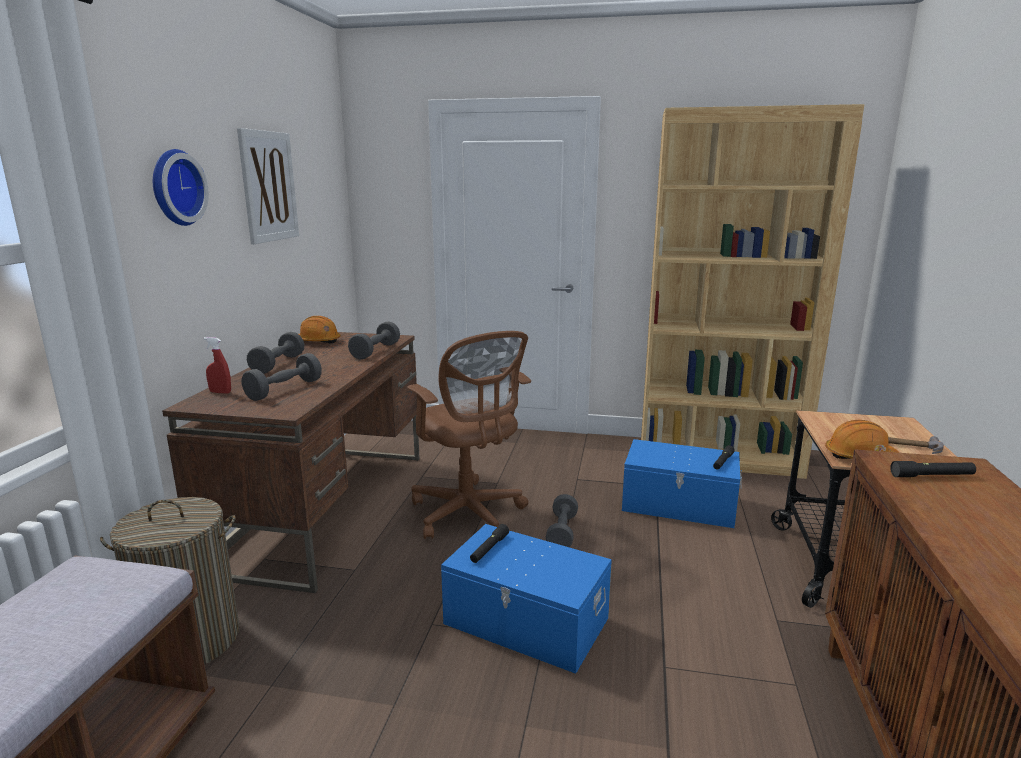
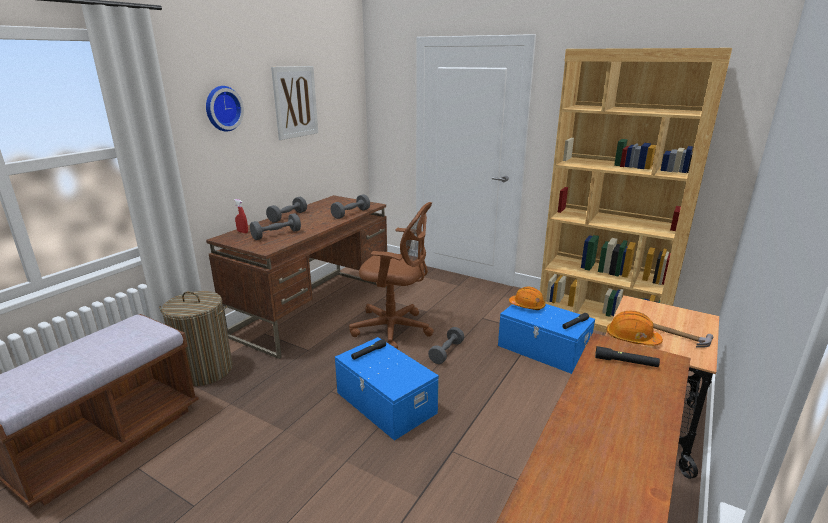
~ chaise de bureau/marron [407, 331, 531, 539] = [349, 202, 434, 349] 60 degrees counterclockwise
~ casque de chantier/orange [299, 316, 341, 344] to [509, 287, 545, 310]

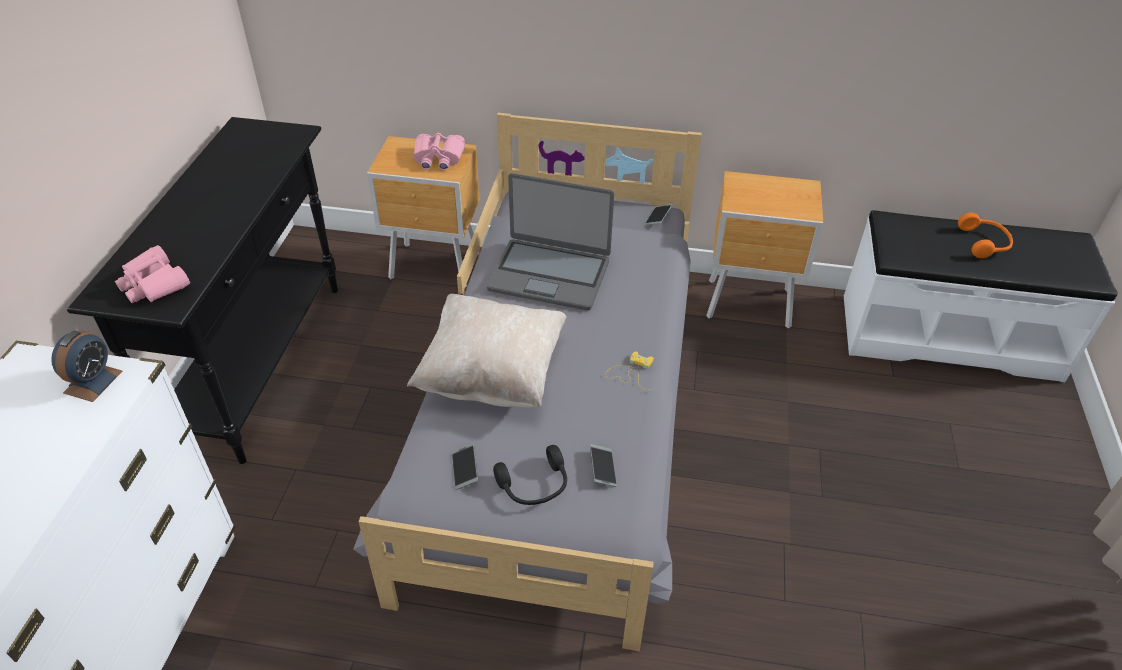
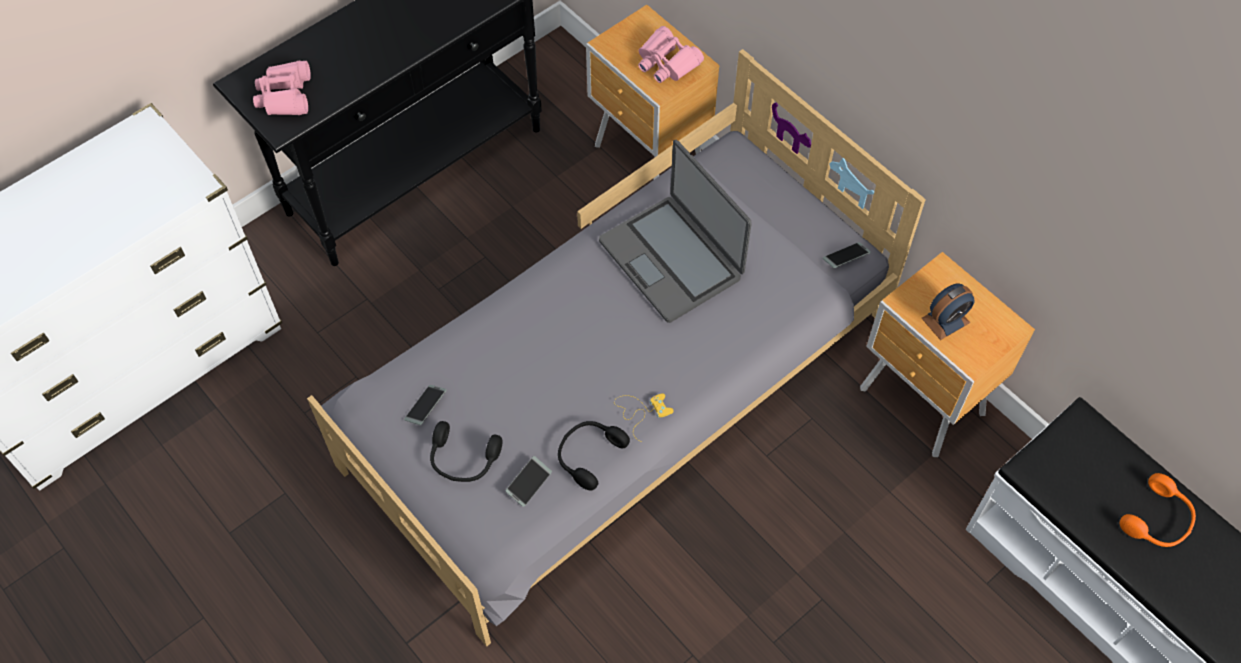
+ casque audio/noir [558, 421, 630, 491]
~ réveil [51, 330, 123, 402] to [922, 283, 975, 340]
- coussin/beige [407, 294, 567, 408]

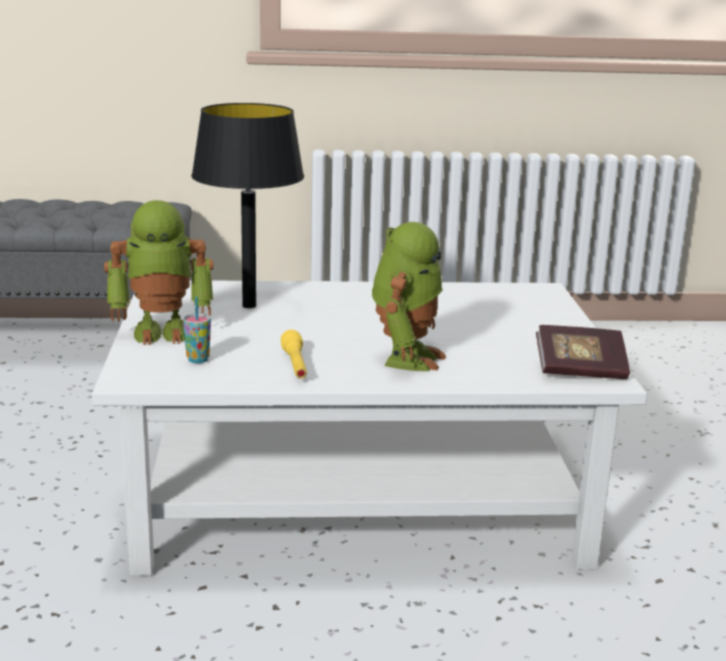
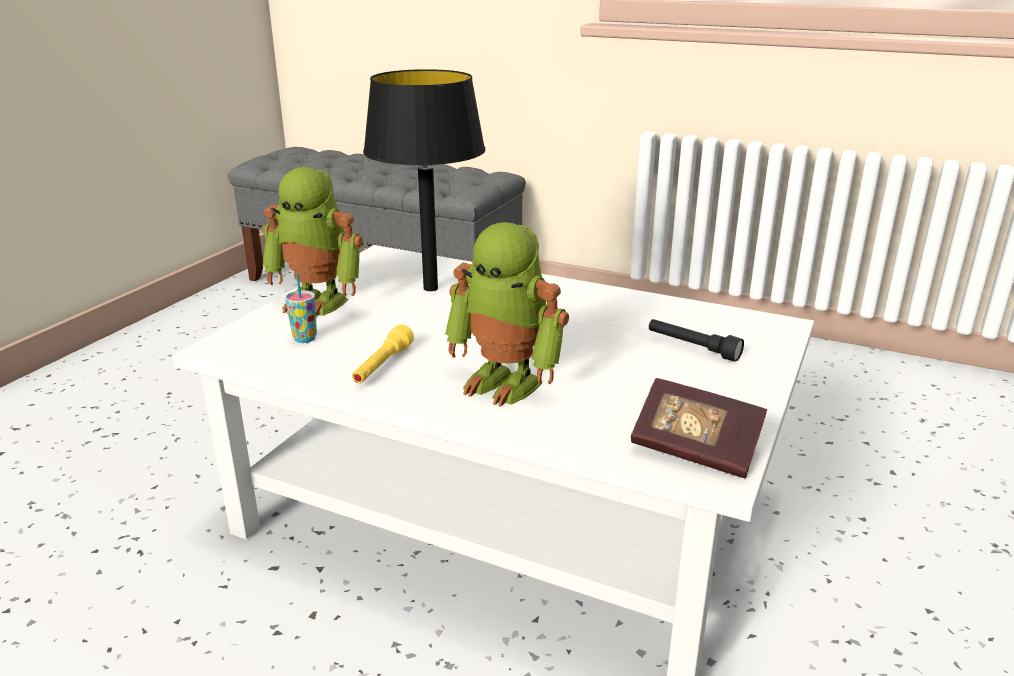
~ robot jouet [372, 222, 446, 371] = [445, 222, 569, 407] 75 degrees clockwise
+ lampe de poche/noir [649, 319, 744, 362]

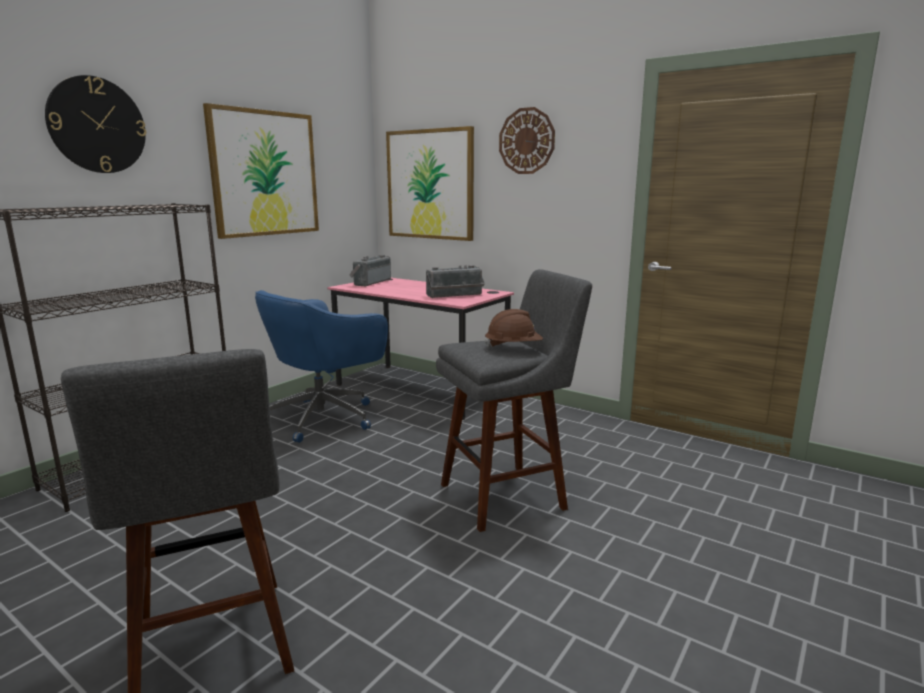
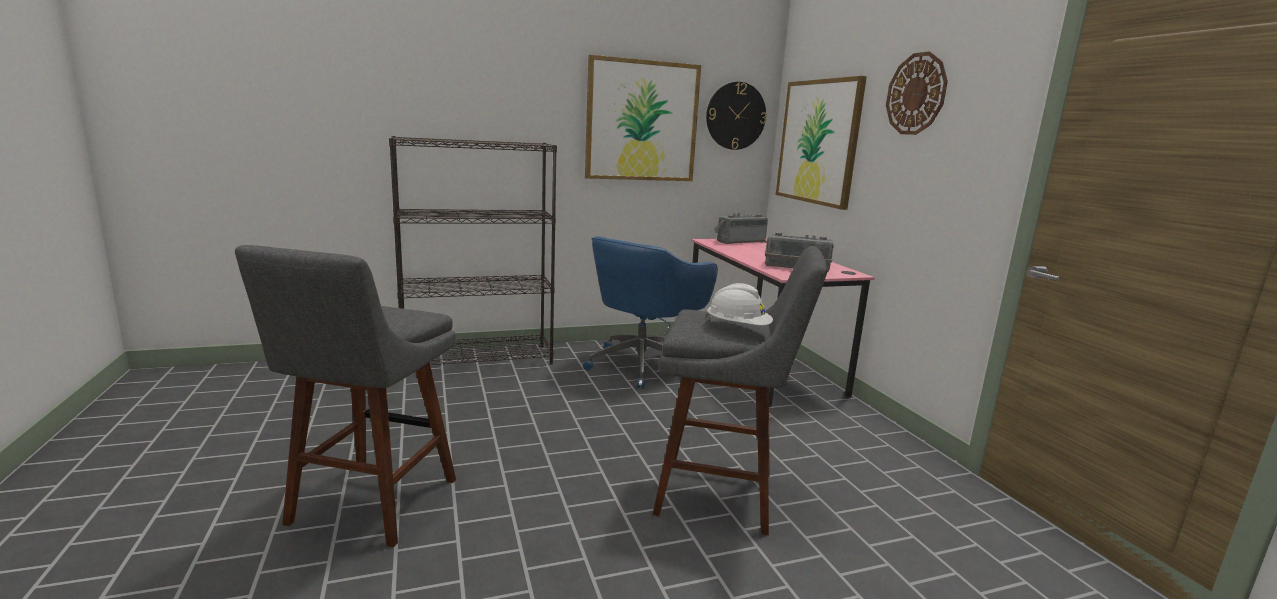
~ chaise de bureau/bleu [255, 290, 388, 443] = [583, 236, 718, 389] 45 degrees counterclockwise
~ horloge murale [45, 75, 146, 173] to [706, 82, 767, 150]
~ casque de chantier/marron [484, 309, 543, 349] to casque de chantier/blanc [706, 283, 773, 326]

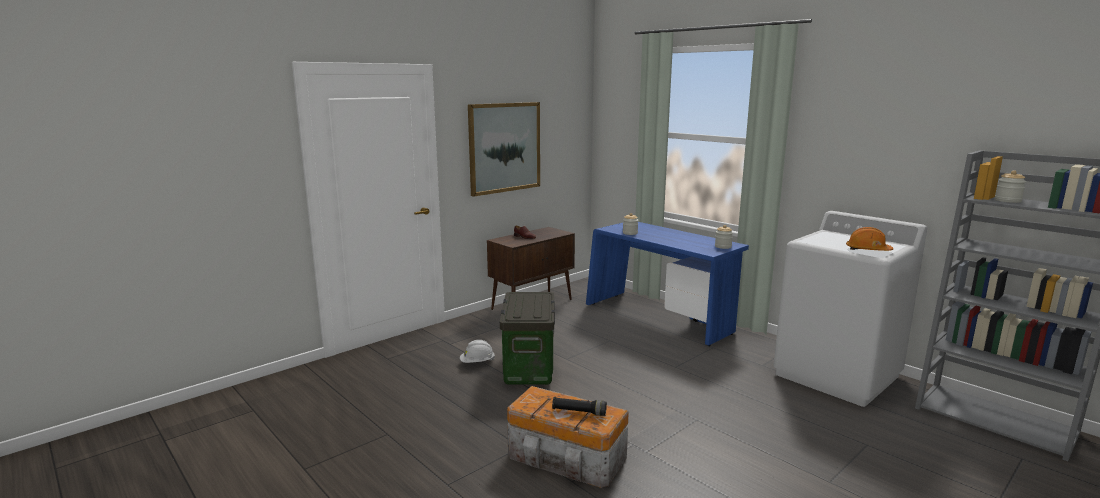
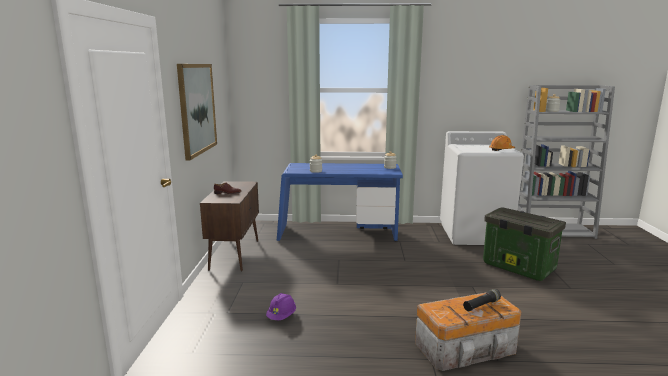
~ casque de chantier/blanc [460, 340, 495, 363] to casque de chantier/violet [266, 293, 296, 320]
~ boîte de rangement [500, 292, 555, 385] to [483, 207, 566, 281]

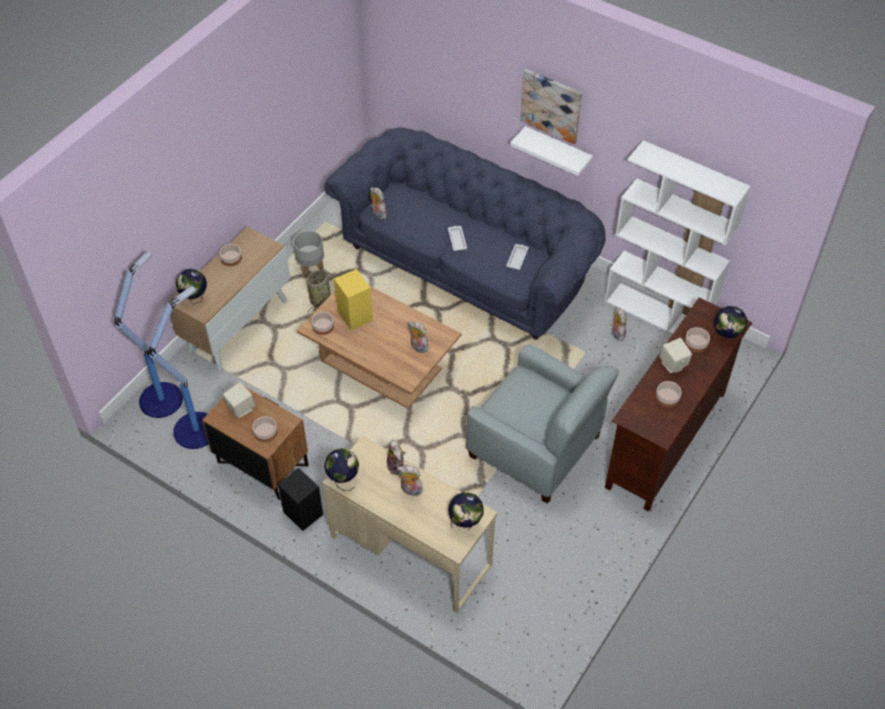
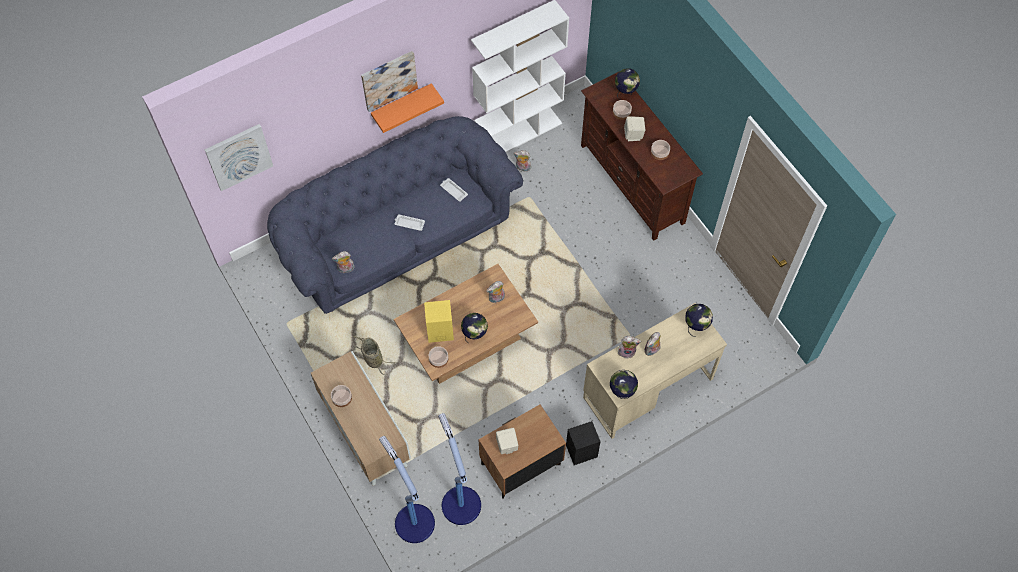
+ tableau [205, 124, 273, 191]
~ étagère/blanc [510, 126, 593, 176] to étagère/orange [371, 83, 444, 133]
~ globe [176, 269, 207, 304] to [461, 313, 488, 344]
- bol [252, 416, 277, 442]
- cache-pot/gris [293, 230, 324, 277]
- fauteuil/gris [466, 345, 619, 504]

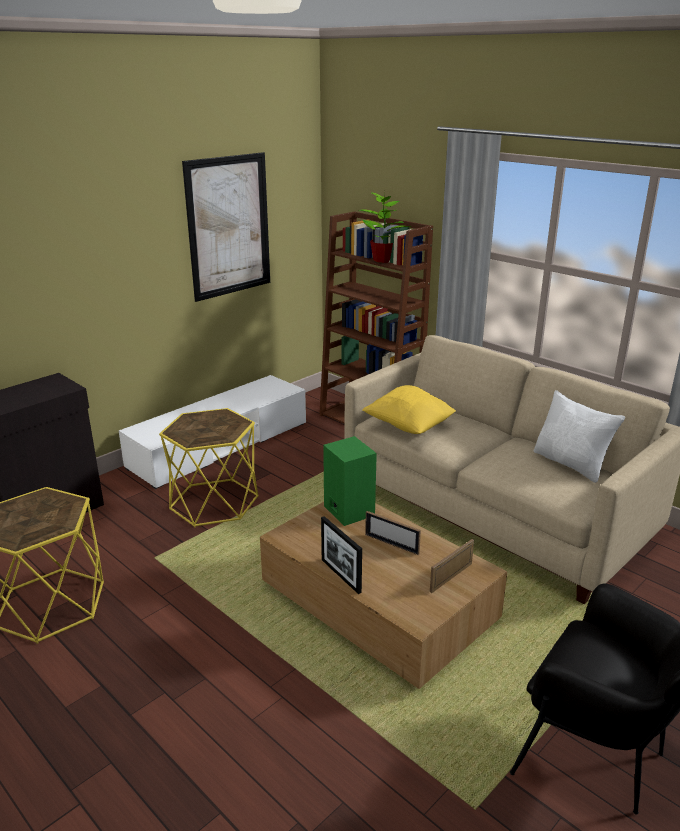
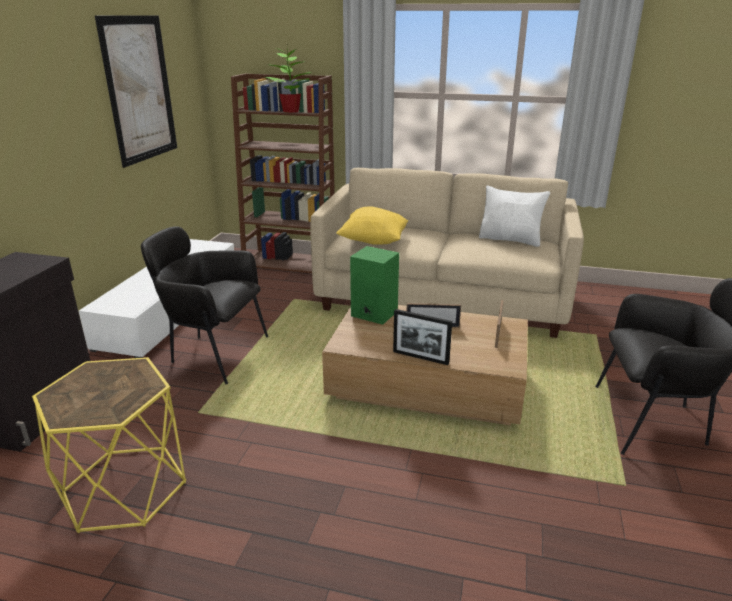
~ table d'appoint/jaune [159, 408, 258, 528] to fauteuil/noir [141, 226, 269, 384]

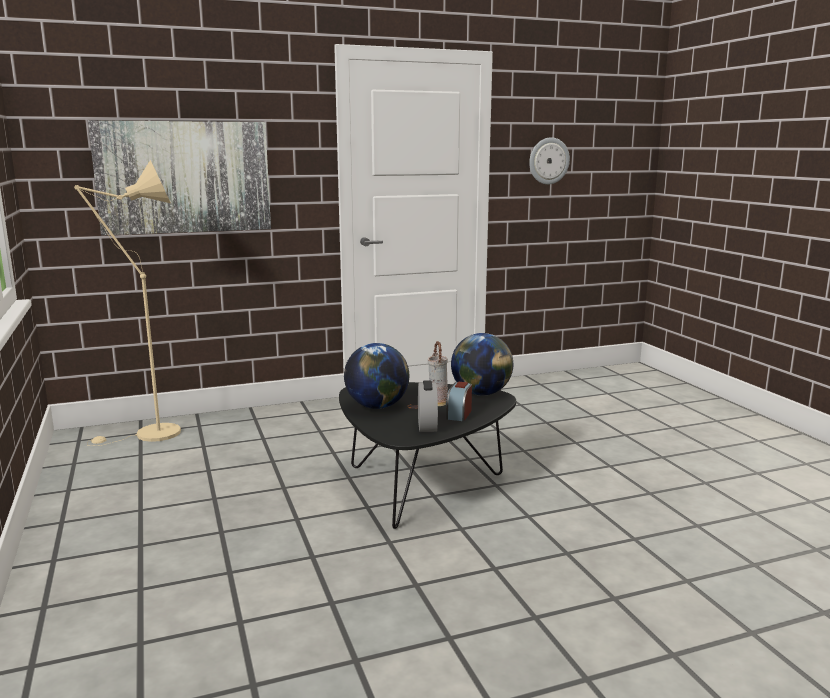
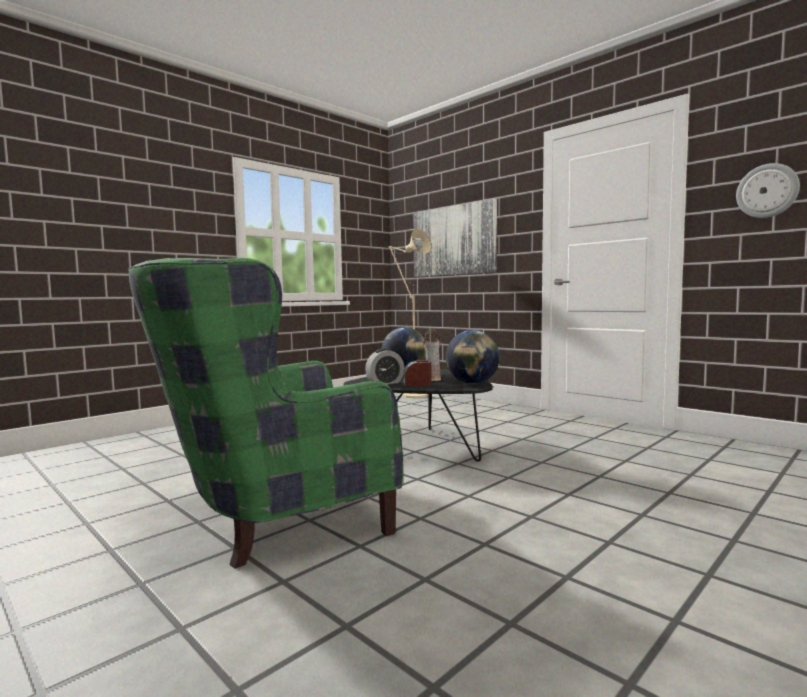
+ fauteuil/vert [128, 258, 403, 569]

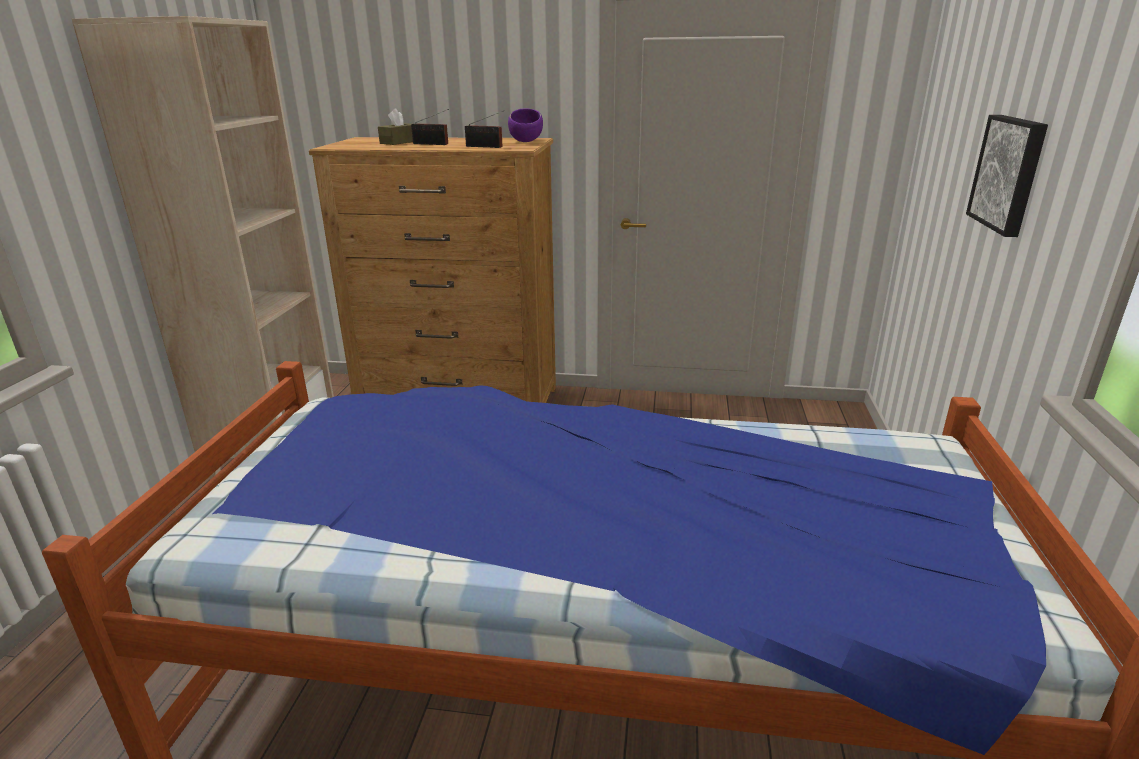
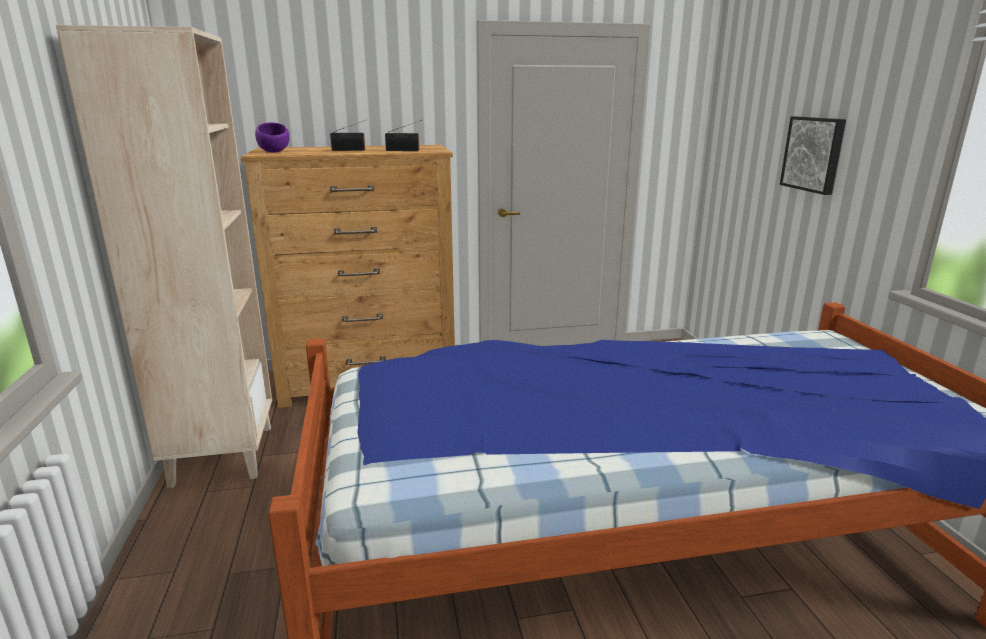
~ bol/violet [508, 108, 543, 142] to [255, 122, 289, 153]
- boîte à mouchoirs/marron [378, 108, 413, 145]

